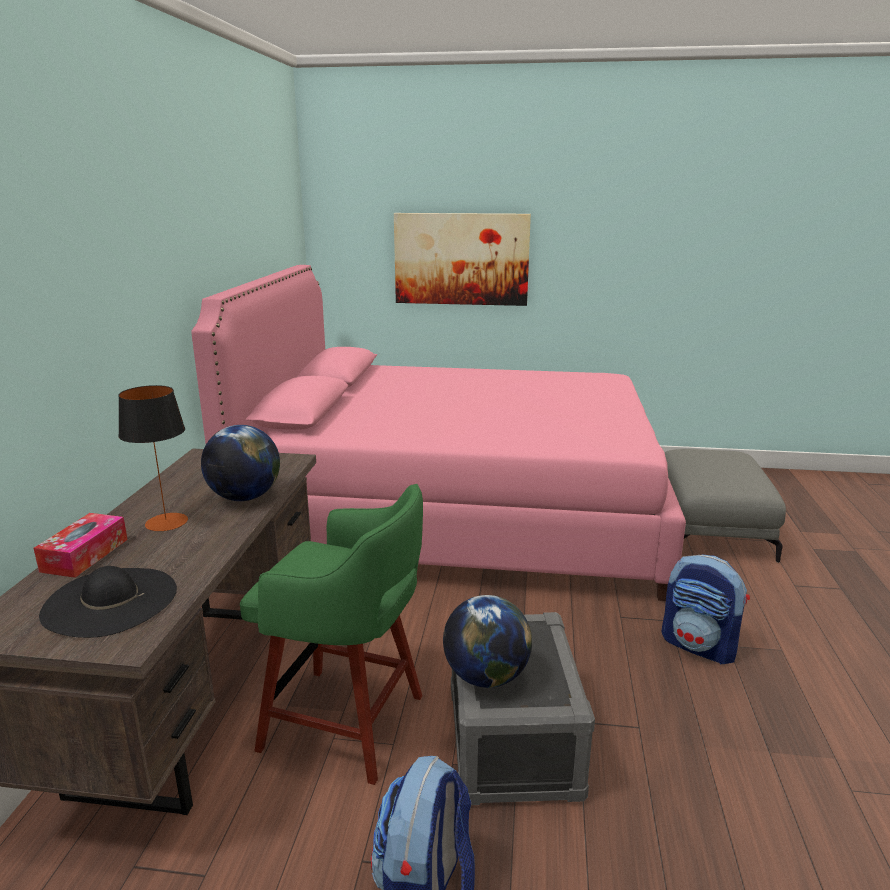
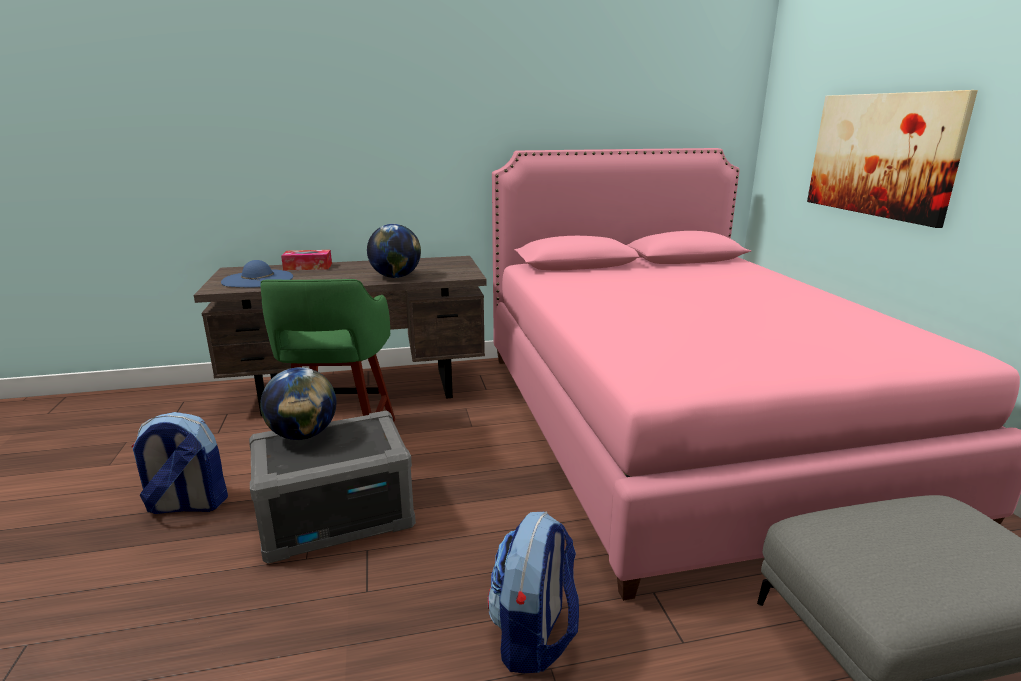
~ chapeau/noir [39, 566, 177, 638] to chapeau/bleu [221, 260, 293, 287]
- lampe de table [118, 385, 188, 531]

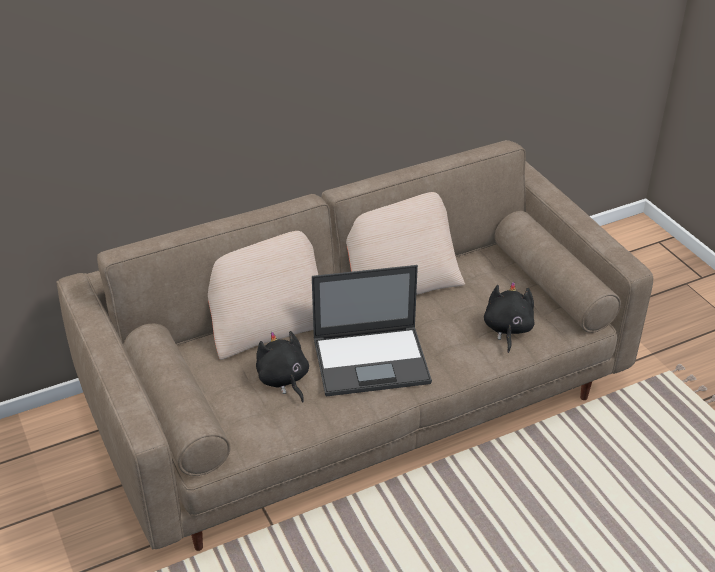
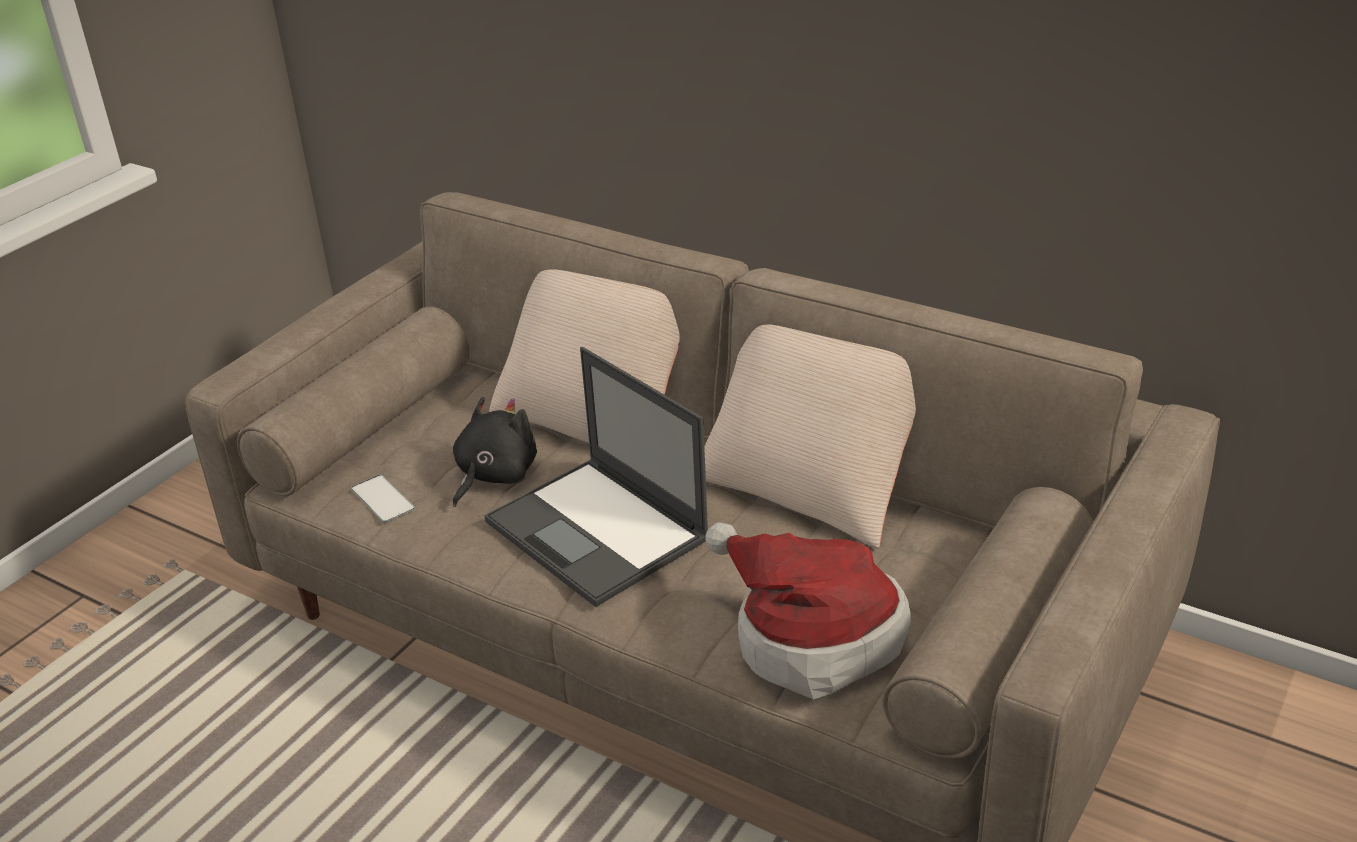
+ téléphone [351, 475, 415, 522]
~ peluche/noir [484, 282, 535, 353] to chapeau [705, 522, 911, 700]

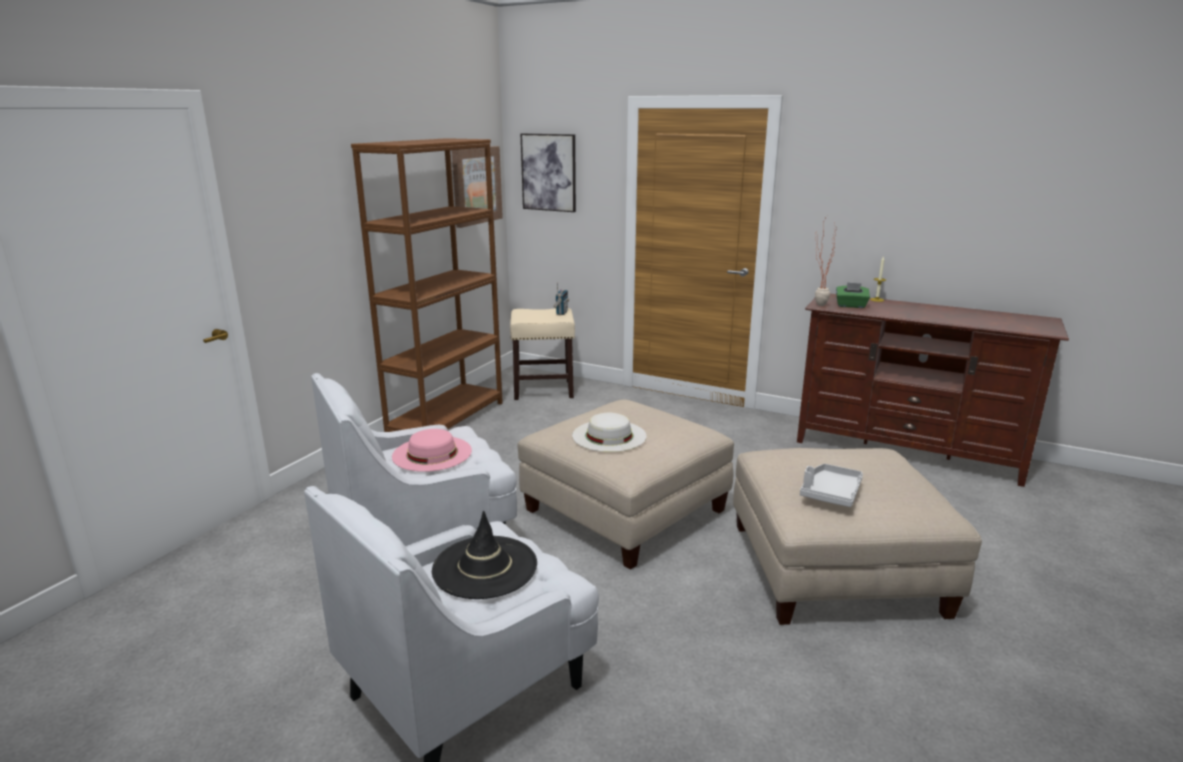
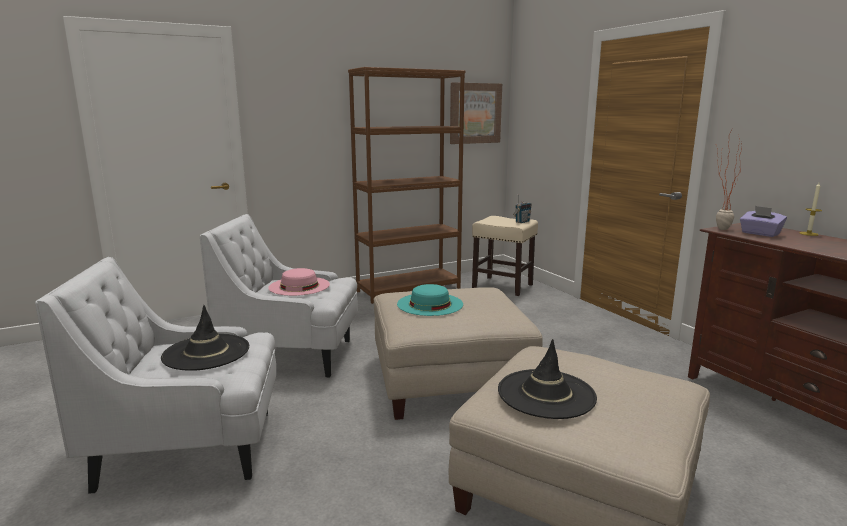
~ chapeau/blanc [572, 413, 646, 452] to chapeau/turquoise [397, 284, 463, 316]
~ plateau/gris [800, 464, 863, 507] to chapeau/noir [498, 339, 597, 419]
~ boîte à mouchoirs/vert [836, 282, 870, 308] to boîte à mouchoirs/violet [740, 206, 787, 237]
- tableau [521, 134, 576, 212]

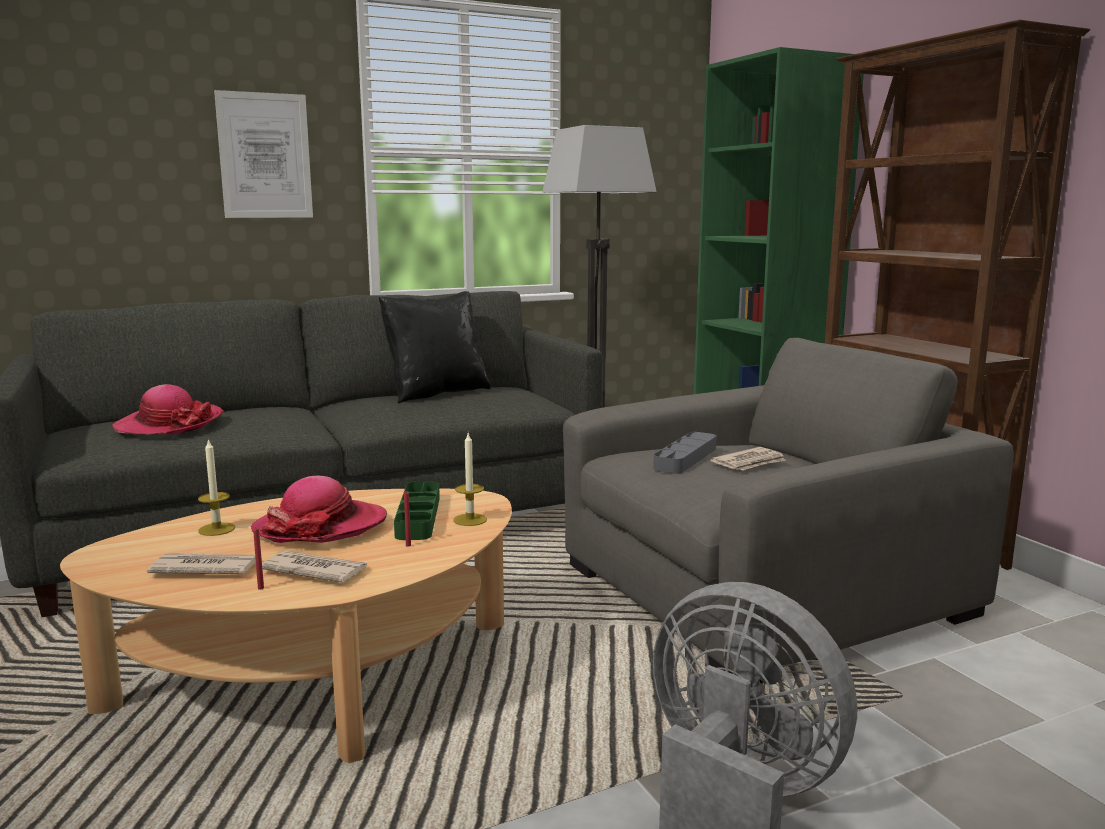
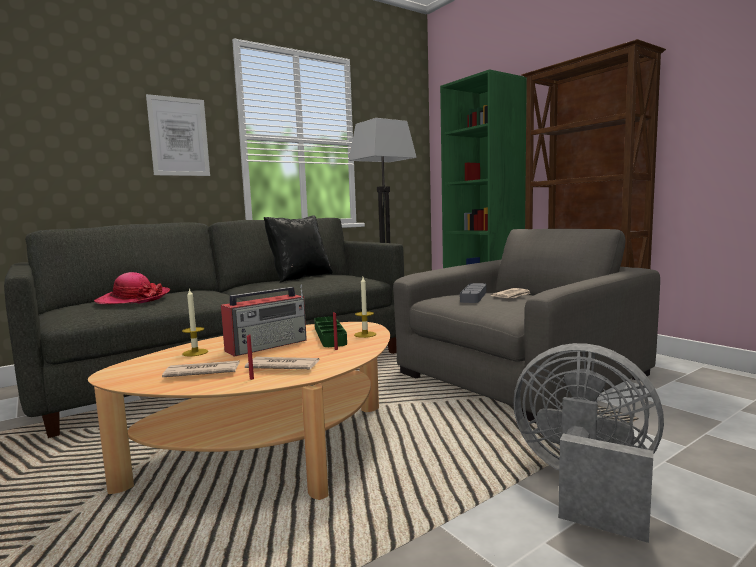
~ chapeau [250, 476, 387, 543] to radio [221, 285, 307, 357]

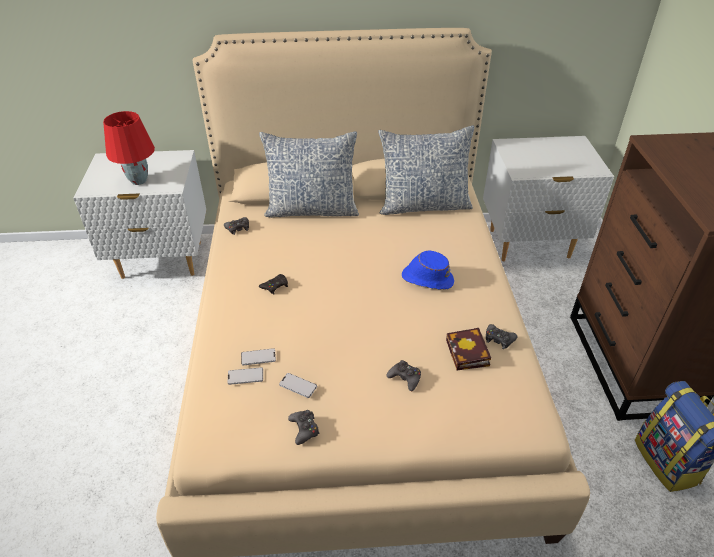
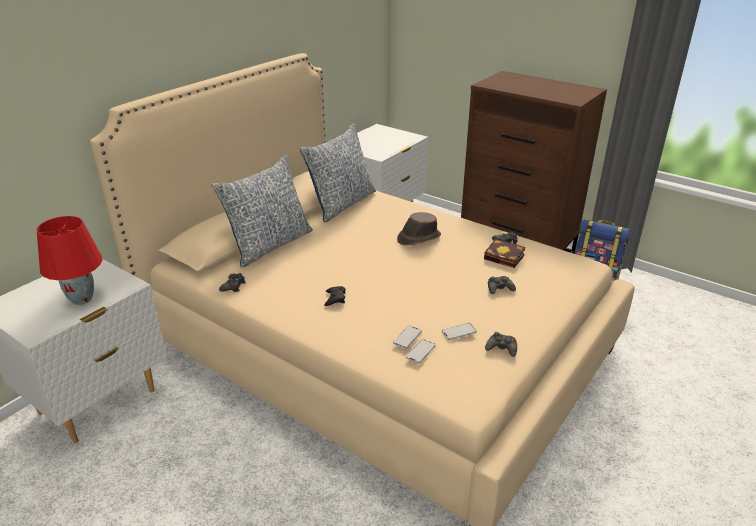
~ chapeau/bleu [402, 251, 454, 290] to chapeau/marron [397, 212, 441, 245]

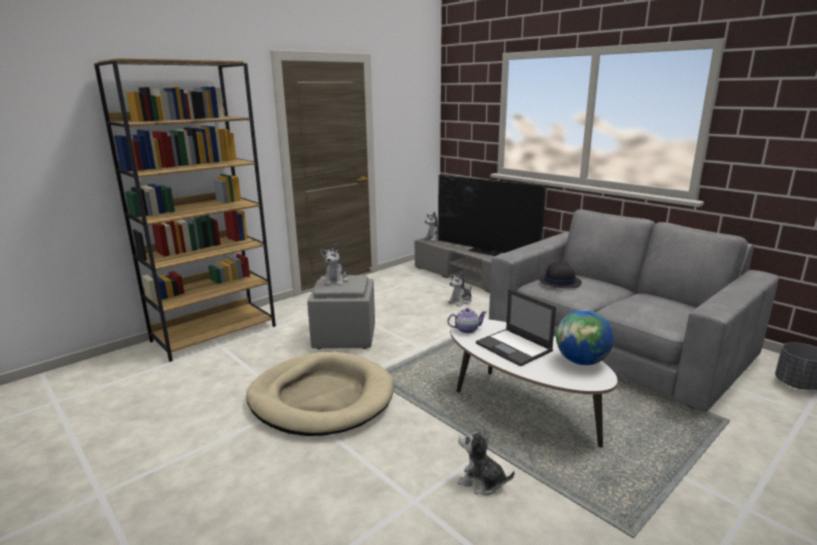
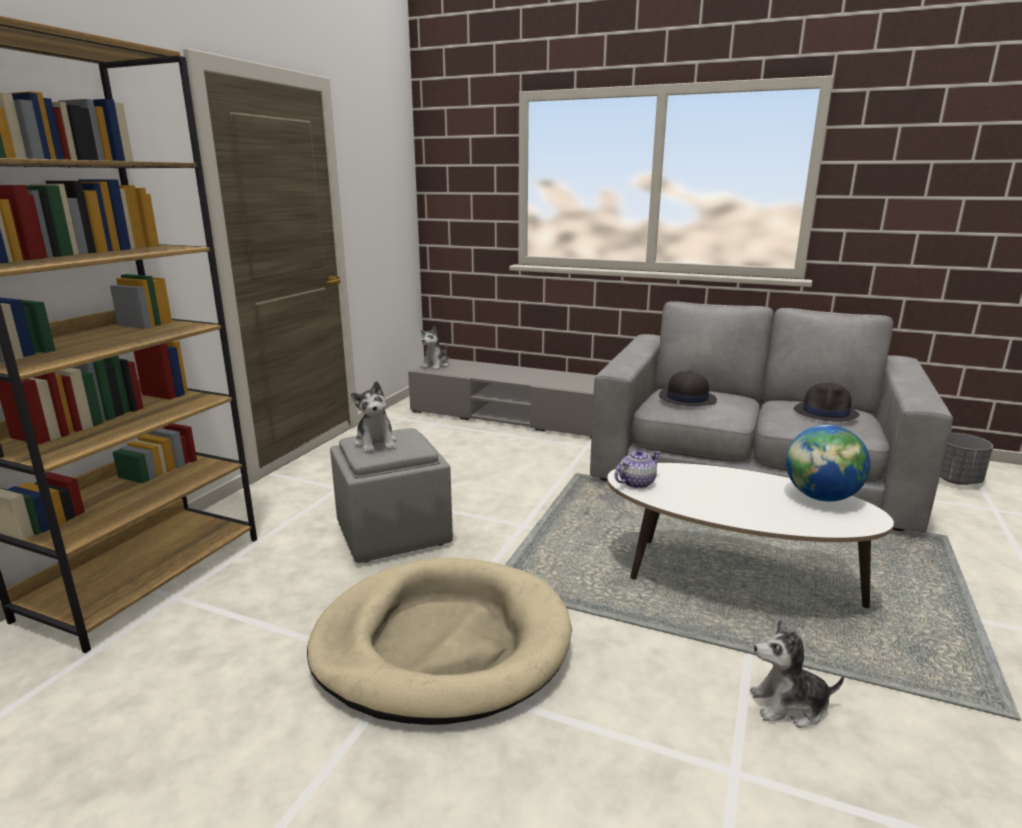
+ chapeau/noir [794, 383, 860, 422]
- téléviseur [438, 175, 546, 256]
- peluche [448, 272, 472, 307]
- ordinateur portable [476, 289, 556, 367]

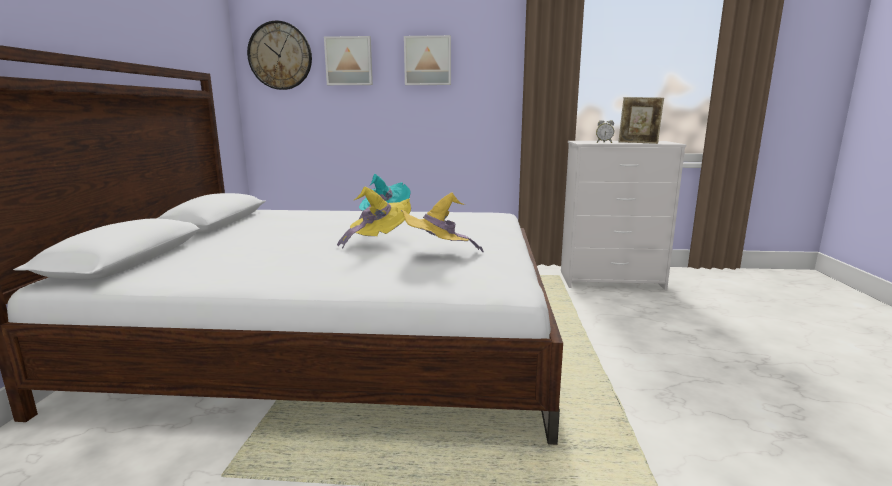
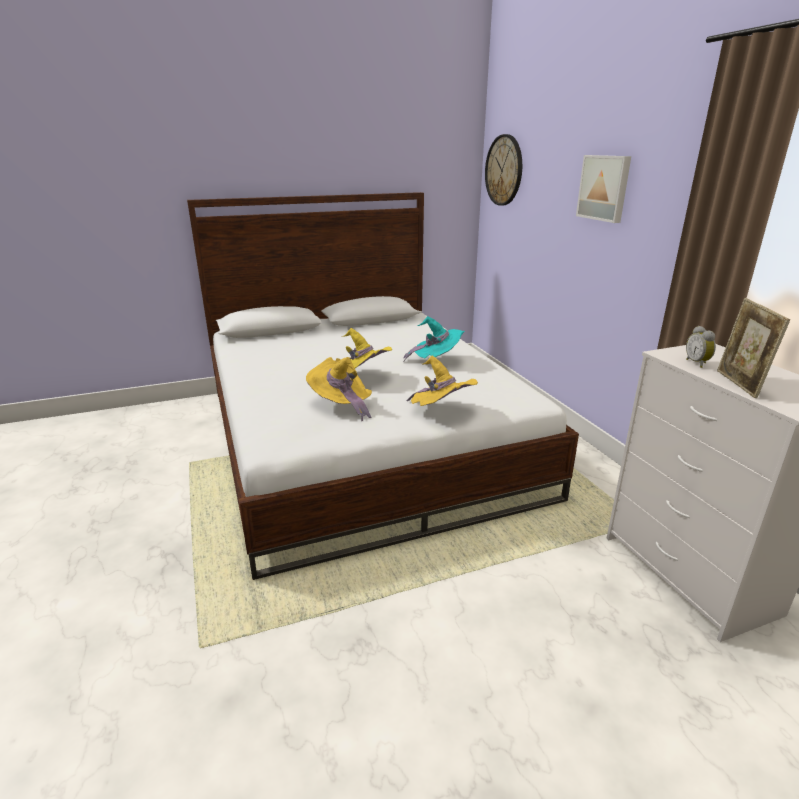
+ chapeau/jaune [407, 356, 478, 406]
- tableau [324, 36, 373, 85]

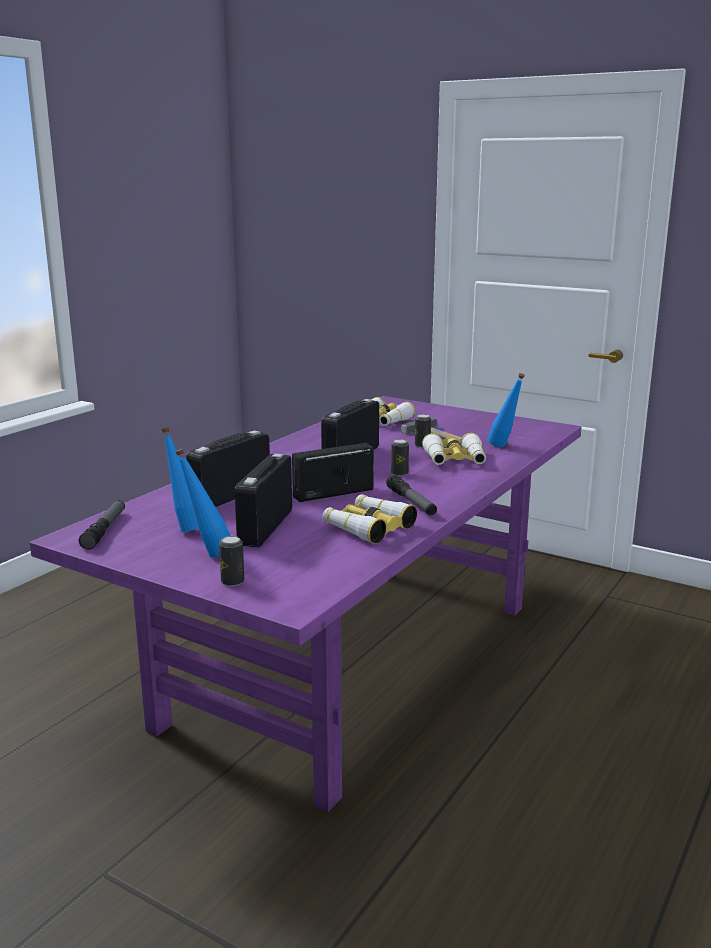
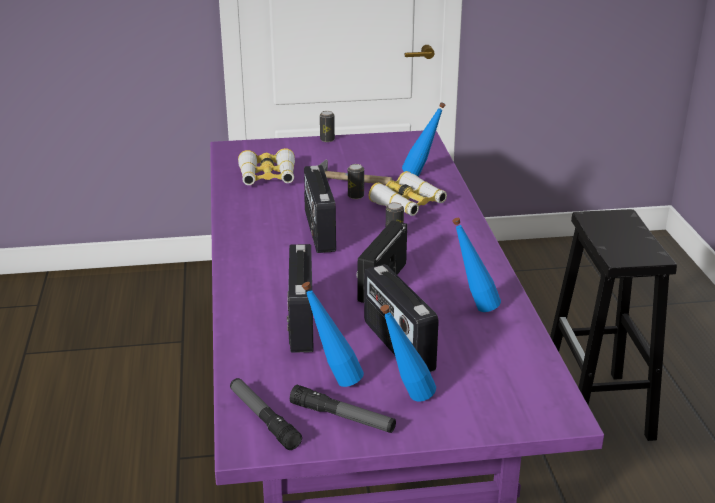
~ lampe de poche [386, 475, 437, 515] to [290, 385, 396, 433]
~ boîte métallique [219, 536, 244, 586] to [320, 111, 335, 142]
~ jumelles [323, 494, 417, 544] to bouteille/bleu [452, 218, 501, 312]
+ tabouret/noir [550, 209, 677, 441]

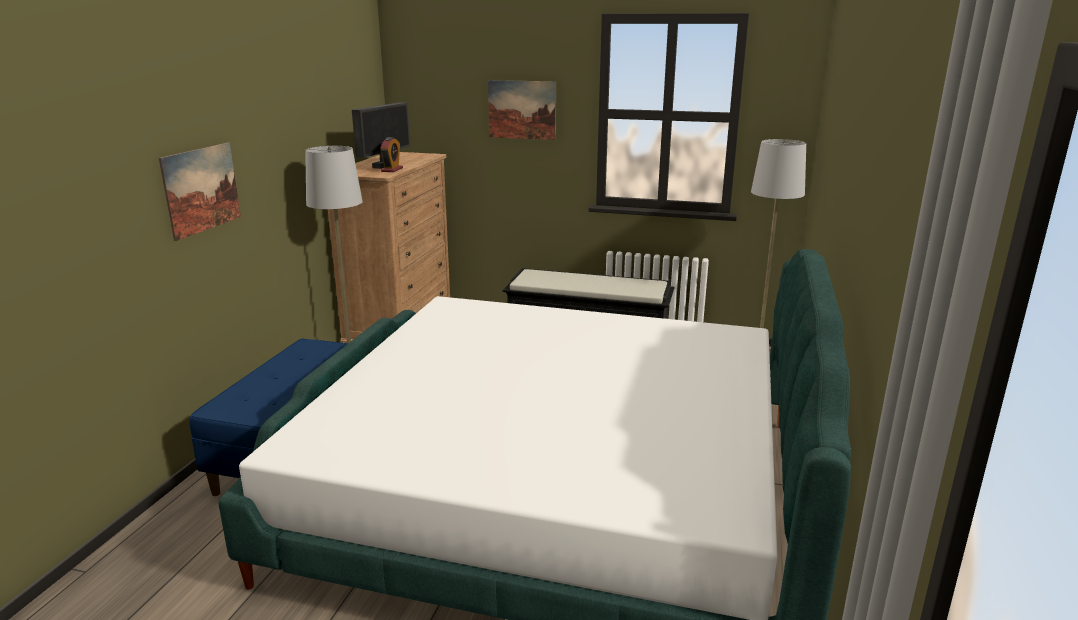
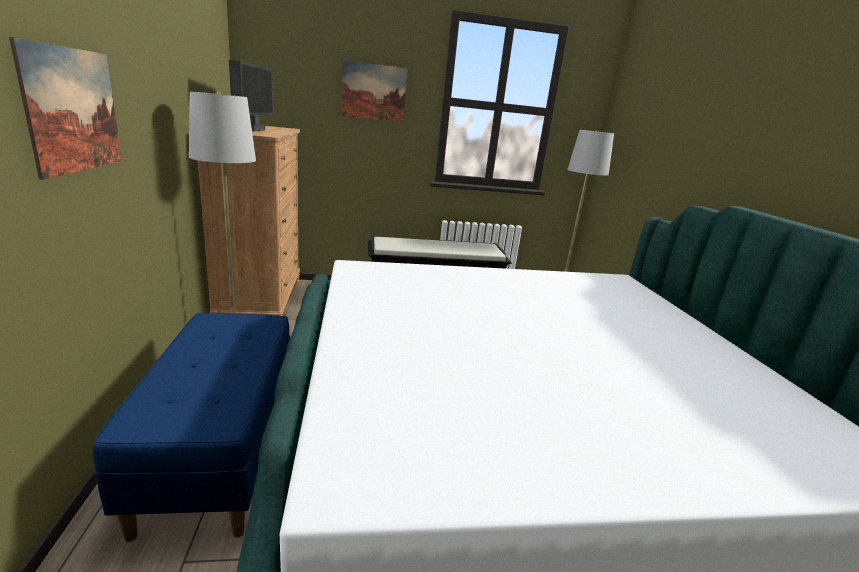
- réveil [381, 137, 403, 172]

